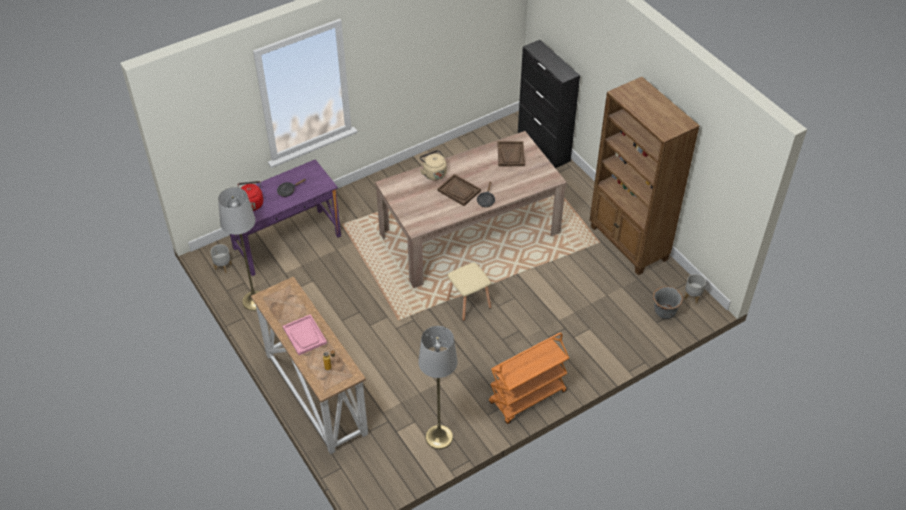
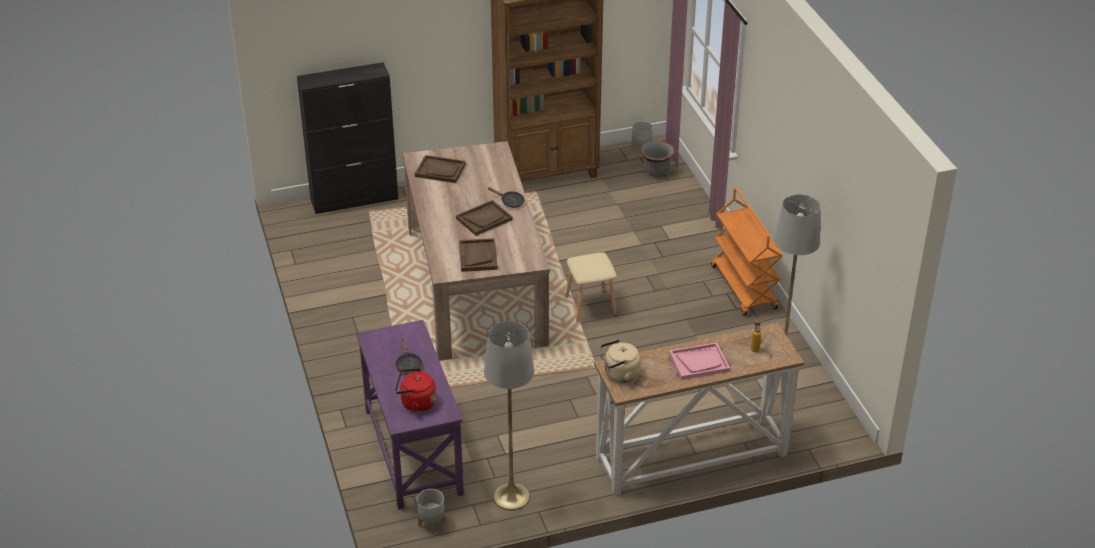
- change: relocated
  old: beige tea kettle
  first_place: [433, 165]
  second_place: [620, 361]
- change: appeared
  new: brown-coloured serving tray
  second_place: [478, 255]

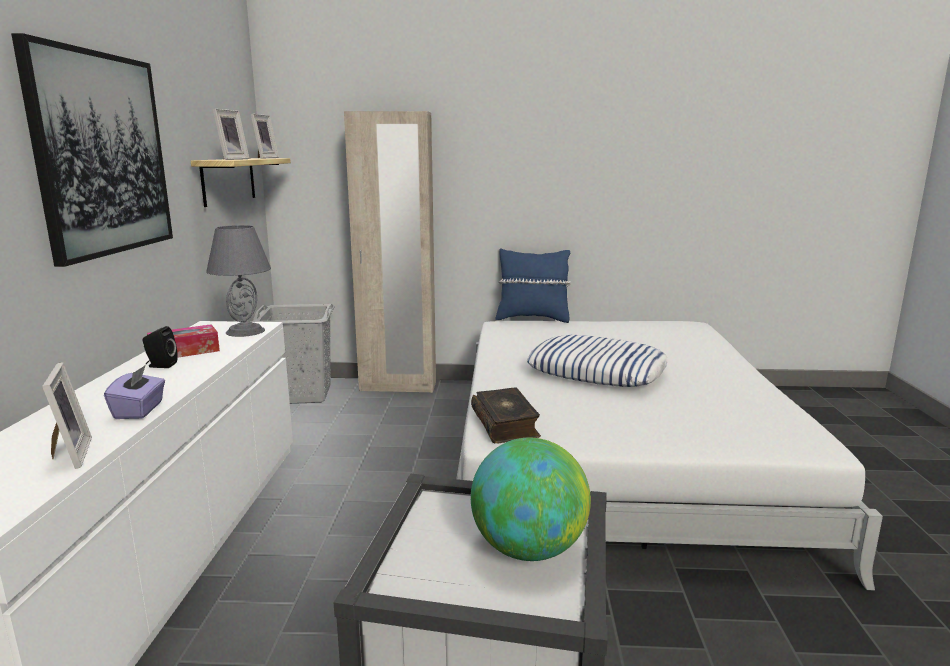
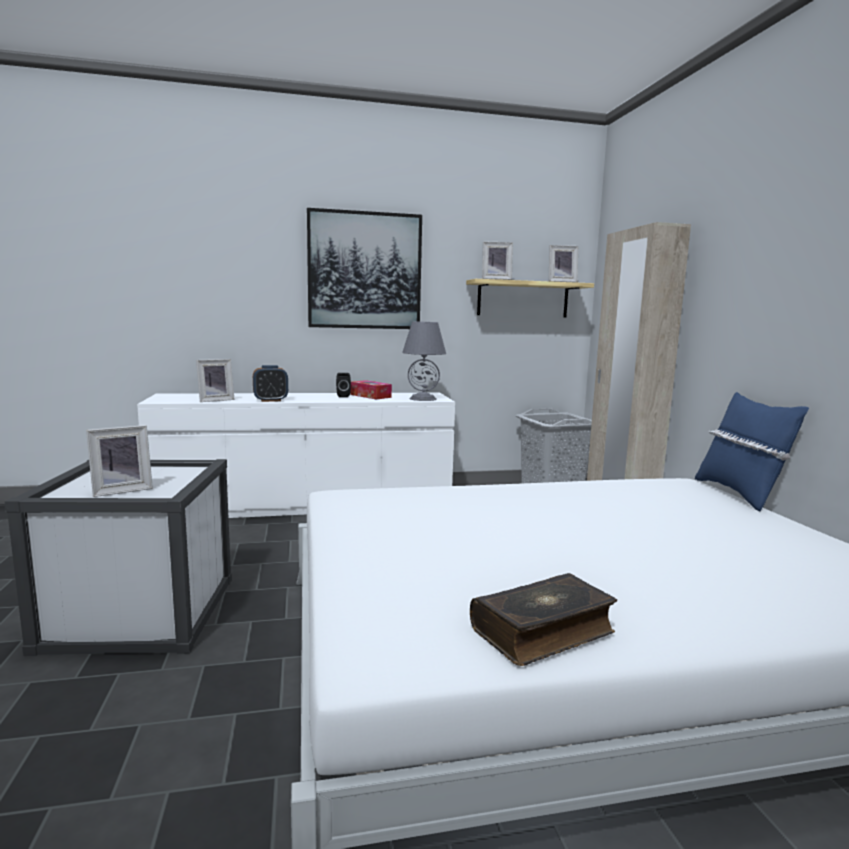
- change: missing
  old: cushion
  first_place: [597, 361]
- change: exchanged
  old: purple tissue holder
  new: bedside clock
  first_place: [134, 392]
  second_place: [270, 383]
- change: relocated
  old: book
  first_place: [506, 415]
  second_place: [543, 619]
- change: exchanged
  old: globe
  new: standing frame
  first_place: [531, 499]
  second_place: [119, 461]

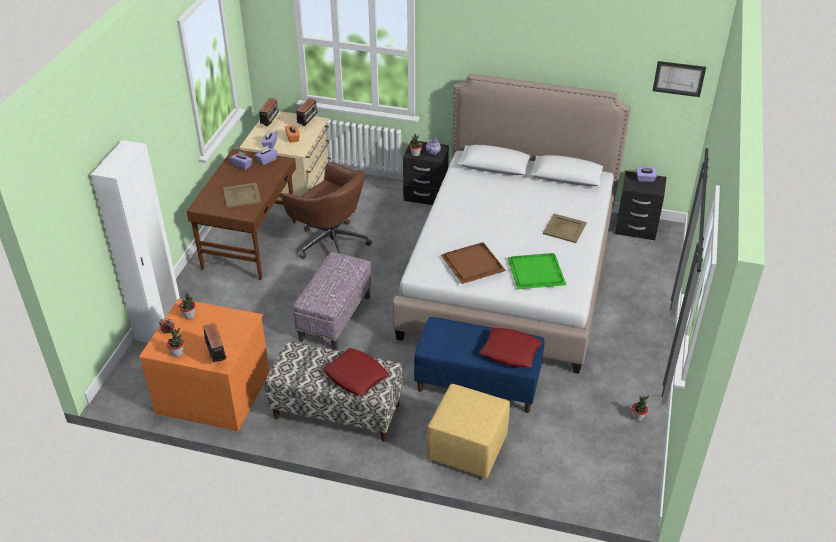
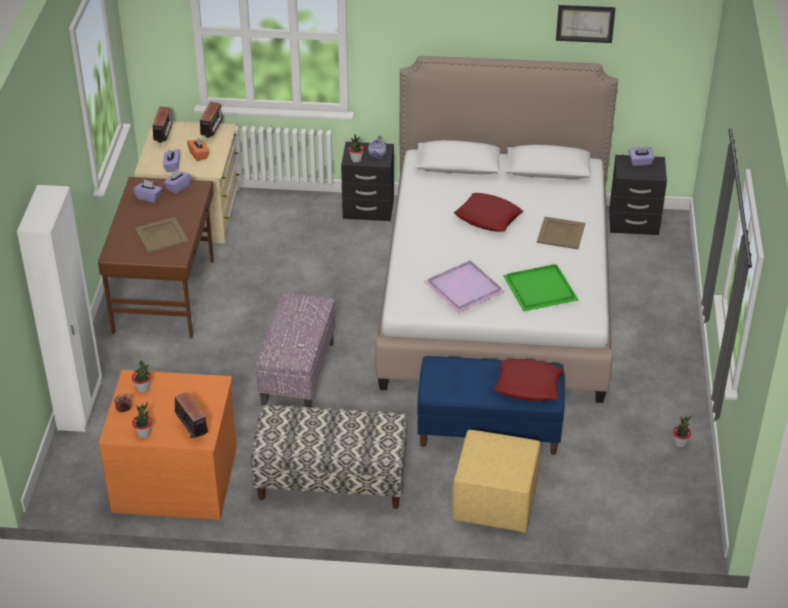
- change: relocated
  old: wall art
  first_place: [679, 79]
  second_place: [586, 24]
- change: missing
  old: brown-coloured computer chair
  first_place: [327, 210]
- change: colour
  old: brown-coloured serving tray
  new: purple serving tray
  first_place: [473, 263]
  second_place: [464, 287]
- change: relocated
  old: red cushion
  first_place: [356, 372]
  second_place: [488, 212]

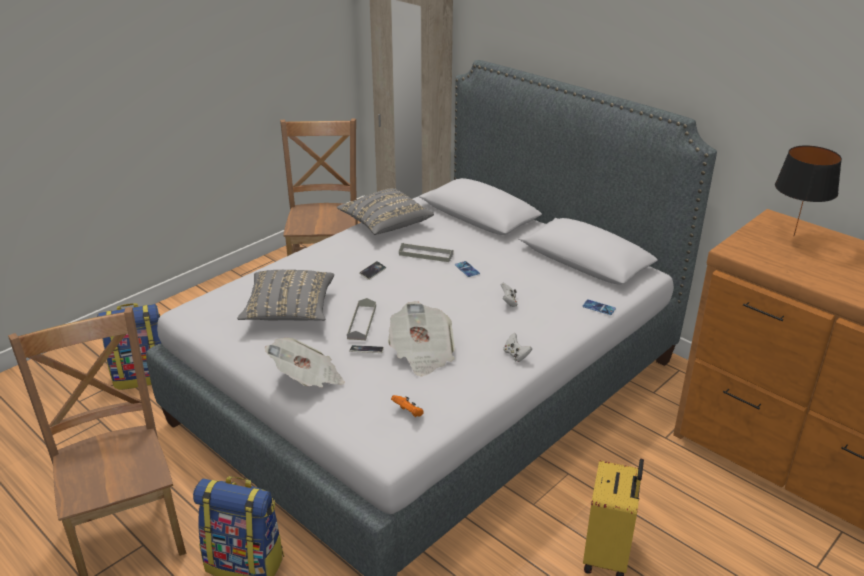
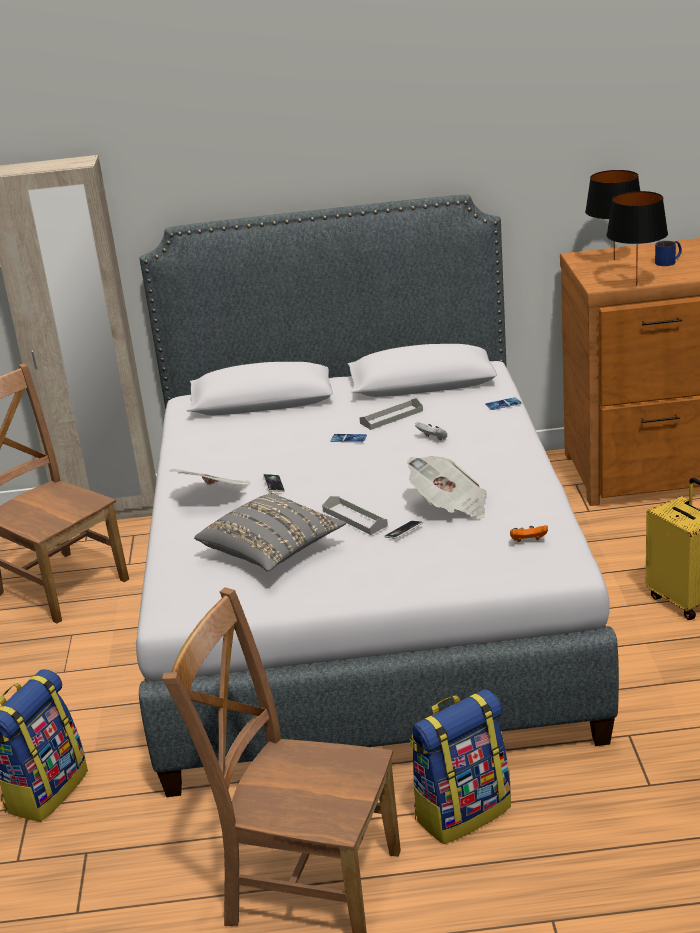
- change: missing
  old: grey cushion
  first_place: [385, 211]
- change: relocated
  old: grey serving tray
  first_place: [426, 252]
  second_place: [391, 414]
- change: missing
  old: white-coloured game controller
  first_place: [518, 347]
- change: relocated
  old: newspaper
  first_place: [305, 363]
  second_place: [209, 477]
- change: appeared
  new: black-coloured lamp for a table
  second_place: [637, 238]
- change: appeared
  new: bluish tea mug
  second_place: [668, 253]

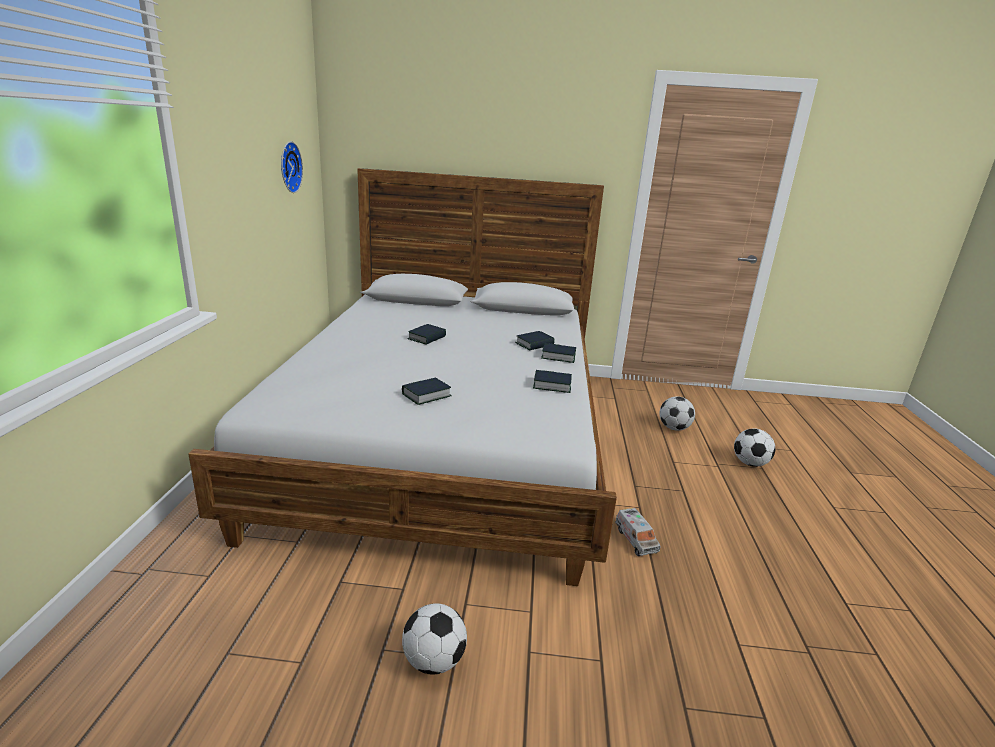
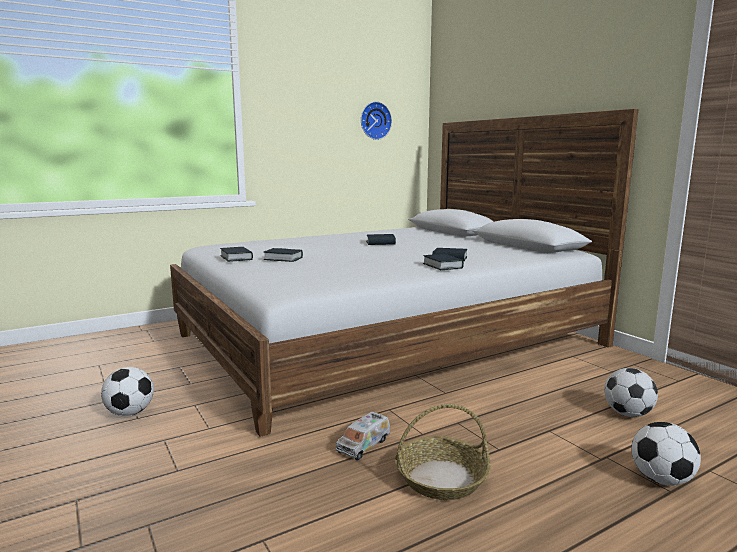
- change: relocated
  old: book
  first_place: [552, 381]
  second_place: [236, 254]
- change: appeared
  new: household basket
  second_place: [443, 452]

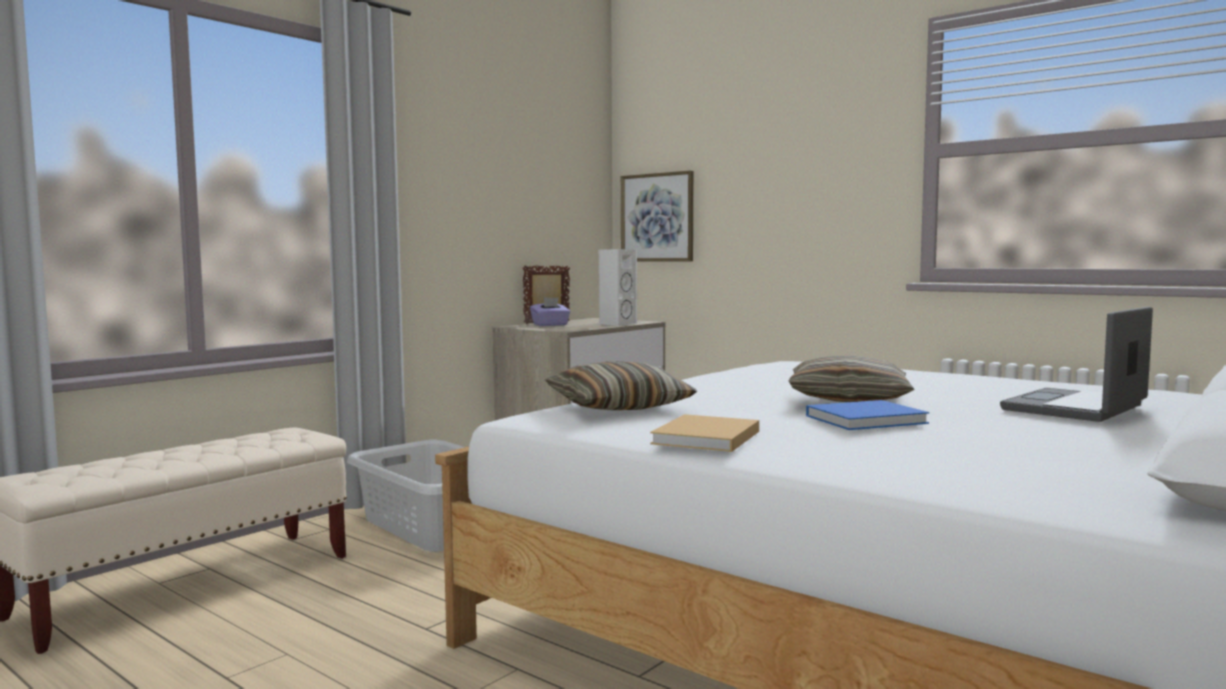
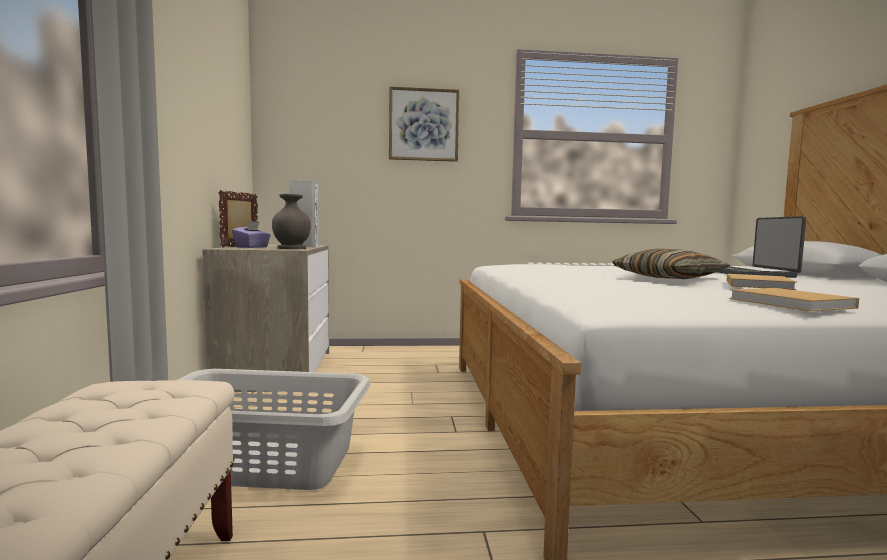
- change: relocated
  old: wall art
  first_place: [657, 215]
  second_place: [424, 124]
- change: missing
  old: cushion
  first_place: [621, 385]
- change: colour
  old: bluish book
  new: beige book
  first_place: [867, 415]
  second_place: [761, 282]
- change: appeared
  new: grey vase
  second_place: [291, 221]

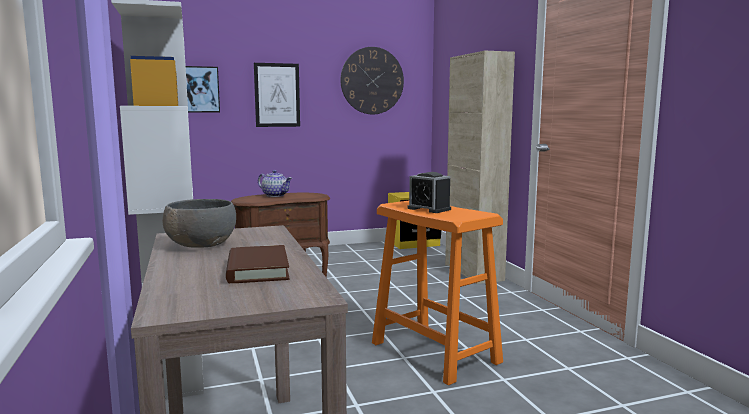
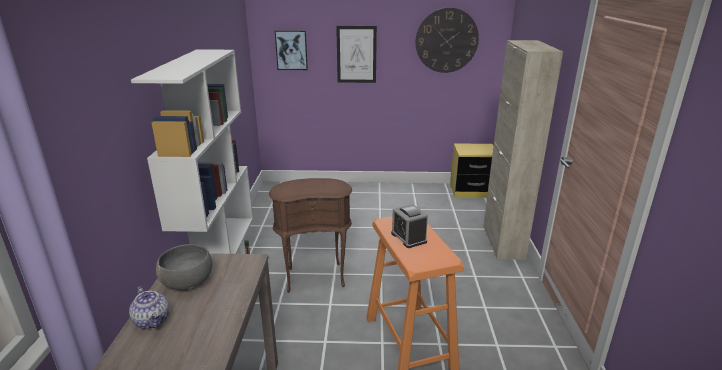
- change: relocated
  old: pot for tea
  first_place: [275, 183]
  second_place: [149, 307]
- change: missing
  old: brown-coloured book
  first_place: [258, 264]

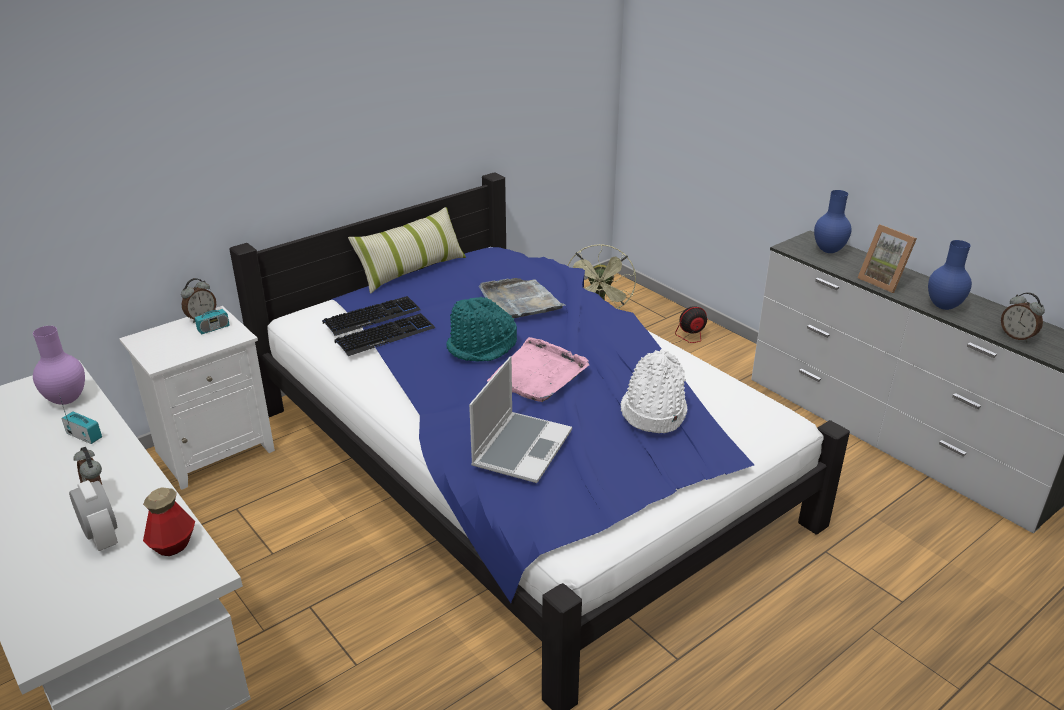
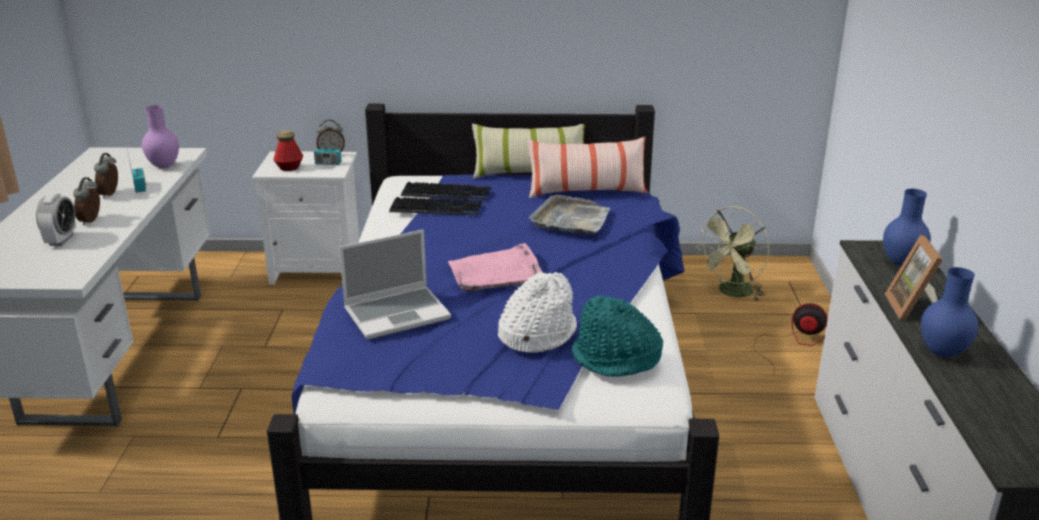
- change: relocated
  old: bedside clock
  first_place: [1023, 317]
  second_place: [106, 175]
- change: relocated
  old: turquoise-coloured hat
  first_place: [481, 329]
  second_place: [617, 336]
- change: relocated
  old: drink bottle
  first_place: [169, 521]
  second_place: [288, 150]
- change: appeared
  new: cushion
  second_place: [587, 167]

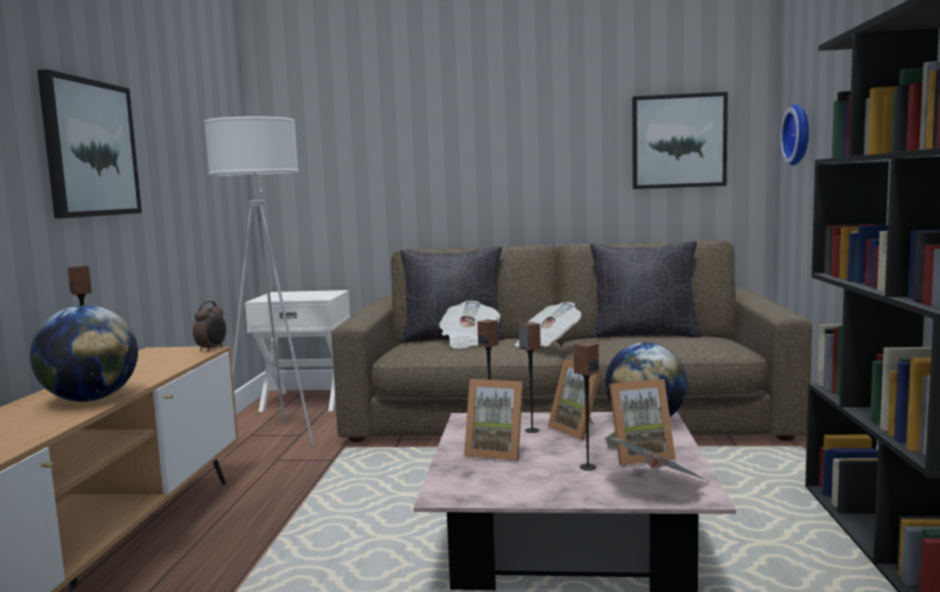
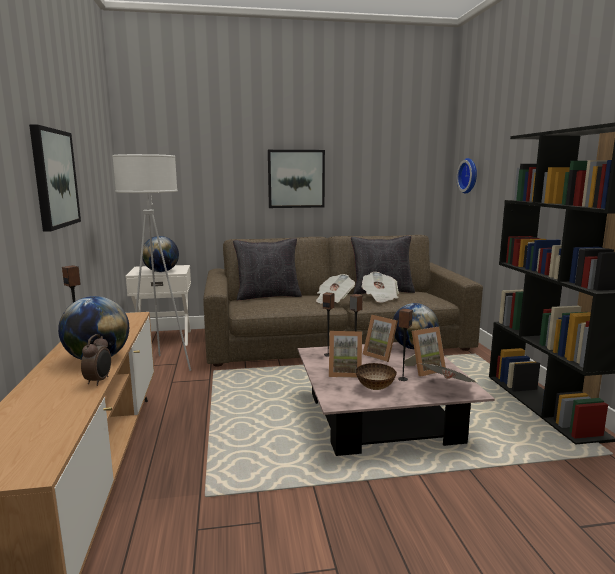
- change: relocated
  old: wall art
  first_place: [680, 140]
  second_place: [296, 179]
- change: relocated
  old: bedside clock
  first_place: [209, 326]
  second_place: [96, 360]
- change: relocated
  old: newspaper
  first_place: [470, 325]
  second_place: [380, 287]
- change: appeared
  new: globe
  second_place: [160, 254]
- change: appeared
  new: bowl
  second_place: [376, 376]

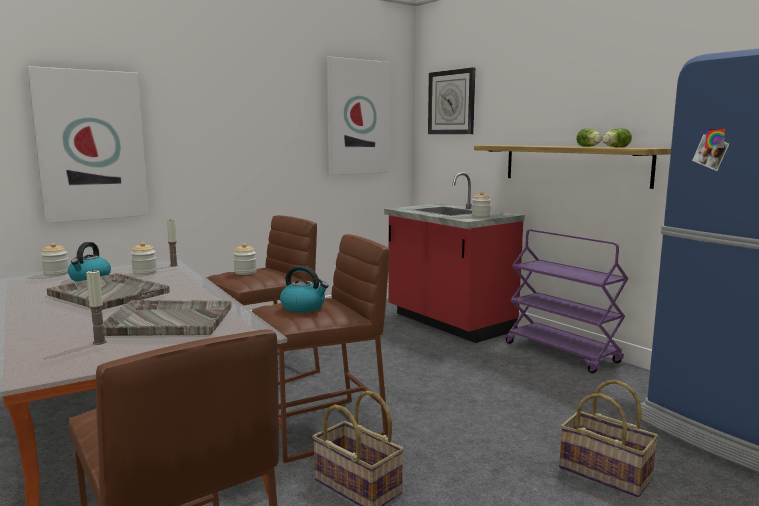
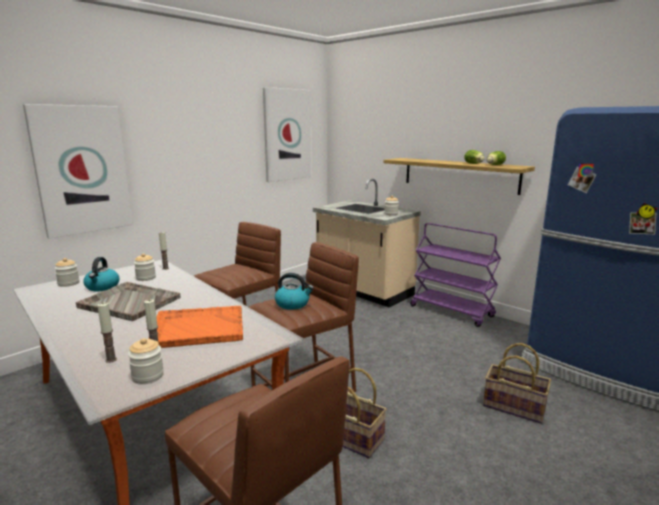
- change: missing
  old: clock on the wall
  first_place: [451, 100]
- change: colour
  old: red counter
  new: beige counter
  first_place: [454, 257]
  second_place: [367, 243]
- change: relocated
  old: preserve jar
  first_place: [245, 259]
  second_place: [146, 361]
- change: colour
  old: grey serving tray
  new: orange serving tray
  first_place: [167, 318]
  second_place: [199, 327]
- change: appeared
  new: candle
  second_place: [107, 332]

